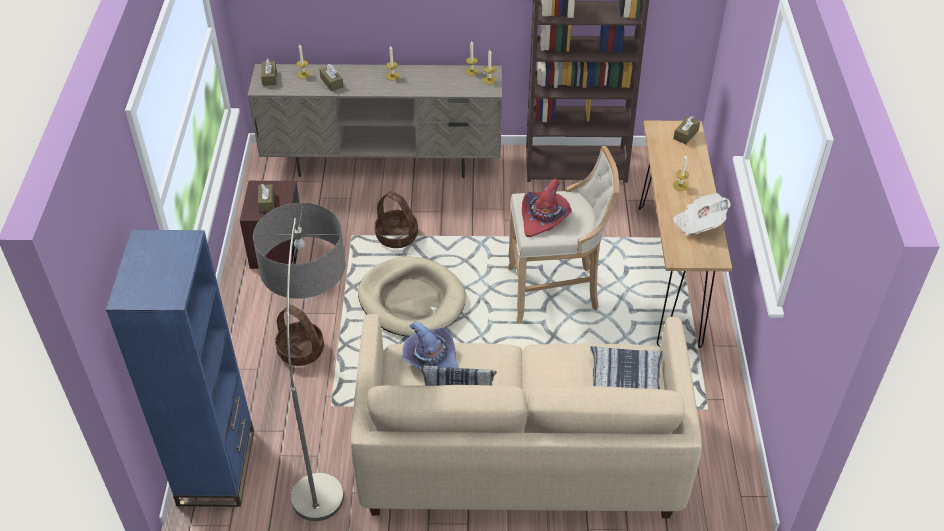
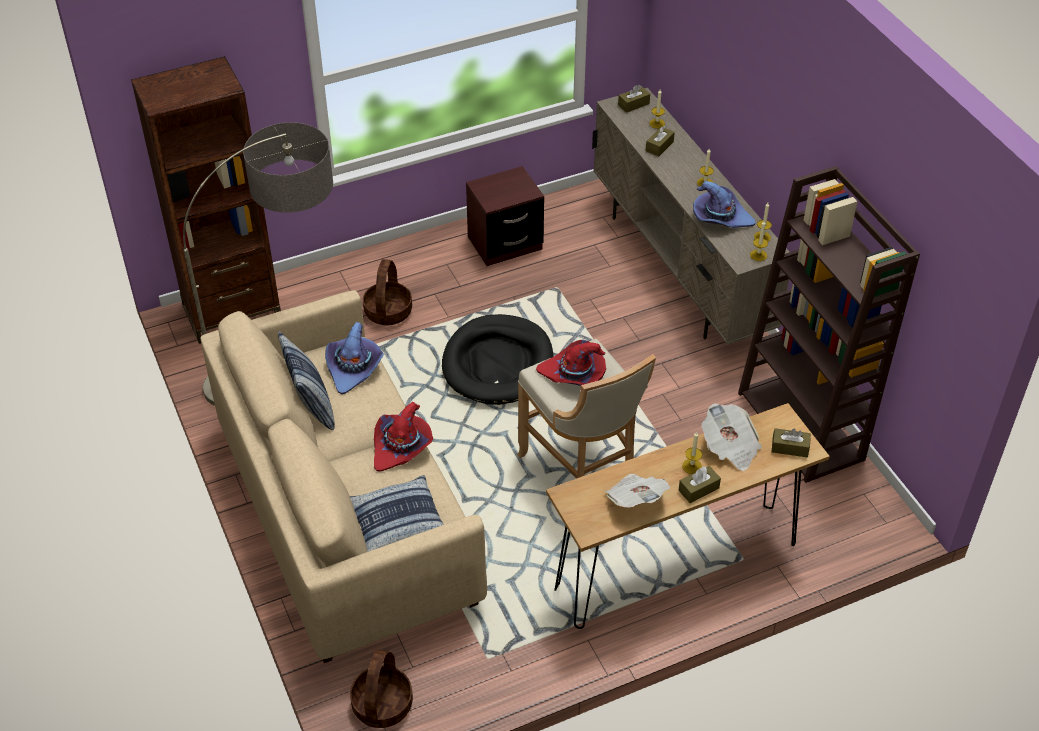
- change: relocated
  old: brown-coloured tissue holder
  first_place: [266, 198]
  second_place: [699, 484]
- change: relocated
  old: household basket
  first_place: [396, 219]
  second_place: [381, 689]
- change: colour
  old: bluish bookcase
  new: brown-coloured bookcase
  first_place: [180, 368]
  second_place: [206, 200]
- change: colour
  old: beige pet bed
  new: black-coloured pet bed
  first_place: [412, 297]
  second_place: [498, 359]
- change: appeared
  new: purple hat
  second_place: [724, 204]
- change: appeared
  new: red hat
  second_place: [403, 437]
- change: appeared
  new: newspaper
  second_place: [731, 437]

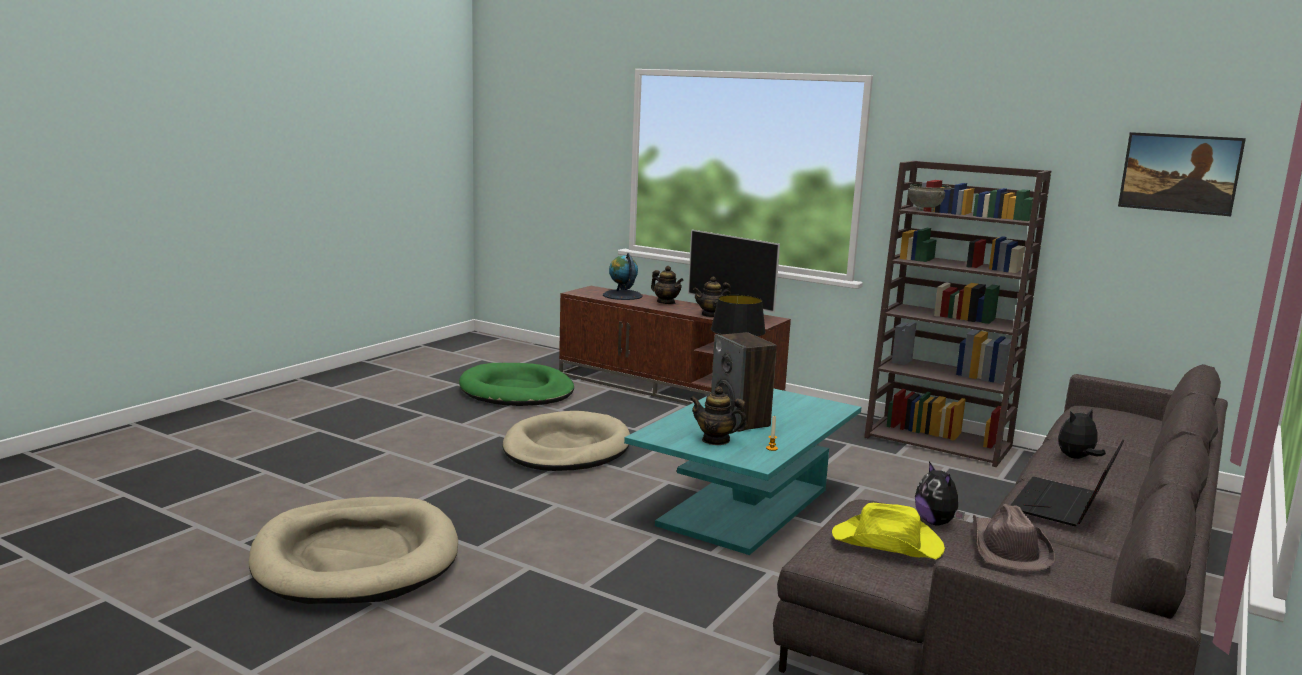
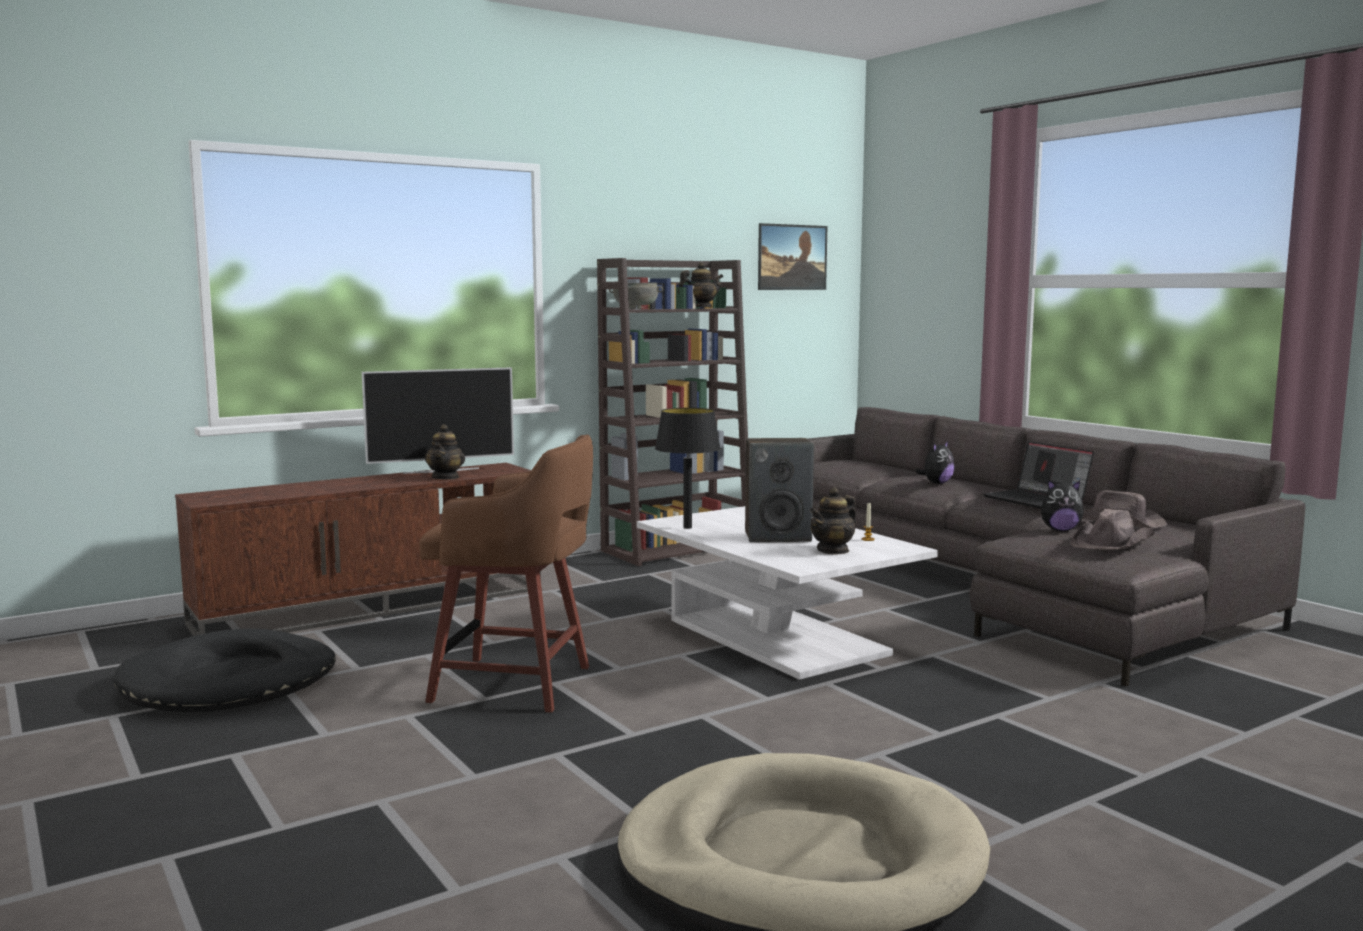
- change: missing
  old: globe
  first_place: [622, 276]
- change: relocated
  old: pot for tea
  first_place: [667, 285]
  second_place: [700, 284]
- change: colour
  old: green pet bed
  new: black-coloured pet bed
  first_place: [516, 384]
  second_place: [225, 670]
- change: colour
  old: turquoise-coloured lounge table
  new: white-coloured lounge table
  first_place: [743, 472]
  second_place: [787, 593]
- change: spun
  old: plush toy
  first_place: [1082, 434]
  second_place: [935, 462]
  degrees: -135
- change: exchanged
  old: beige pet bed
  new: brown-coloured stool seat
  first_place: [566, 441]
  second_place: [506, 574]
- change: colour
  old: yellowish hat
  new: brown-coloured hat
  first_place: [888, 531]
  second_place: [1112, 529]

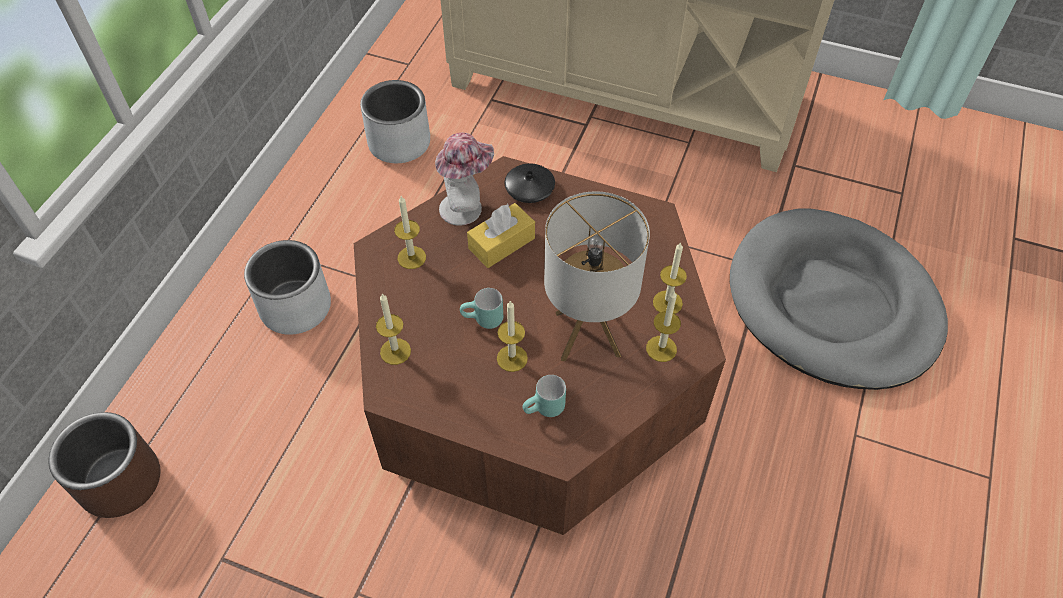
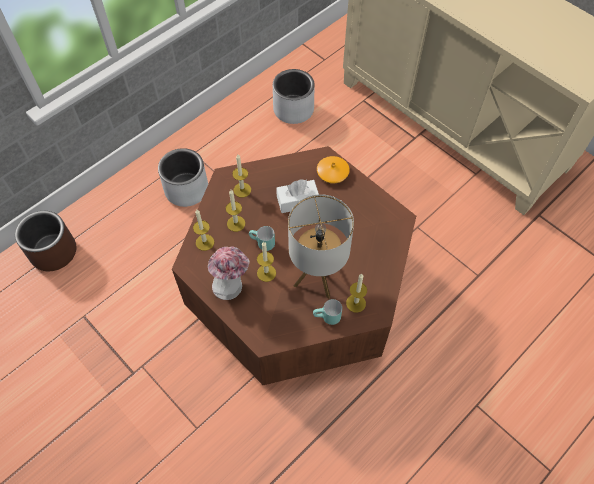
- change: relocated
  old: hat
  first_place: [464, 179]
  second_place: [229, 273]
- change: colour
  old: black-coloured vase
  new: orange vase
  first_place: [529, 183]
  second_place: [333, 169]
- change: colour
  old: yellowish tissue holder
  new: white-coloured tissue holder
  first_place: [501, 235]
  second_place: [297, 196]
- change: missing
  old: grey pet bed
  first_place: [839, 299]
- change: relocated
  old: candle
  first_place: [670, 278]
  second_place: [235, 211]
- change: relocated
  old: turquoise-coloured tea mug
  first_place: [544, 396]
  second_place: [327, 312]

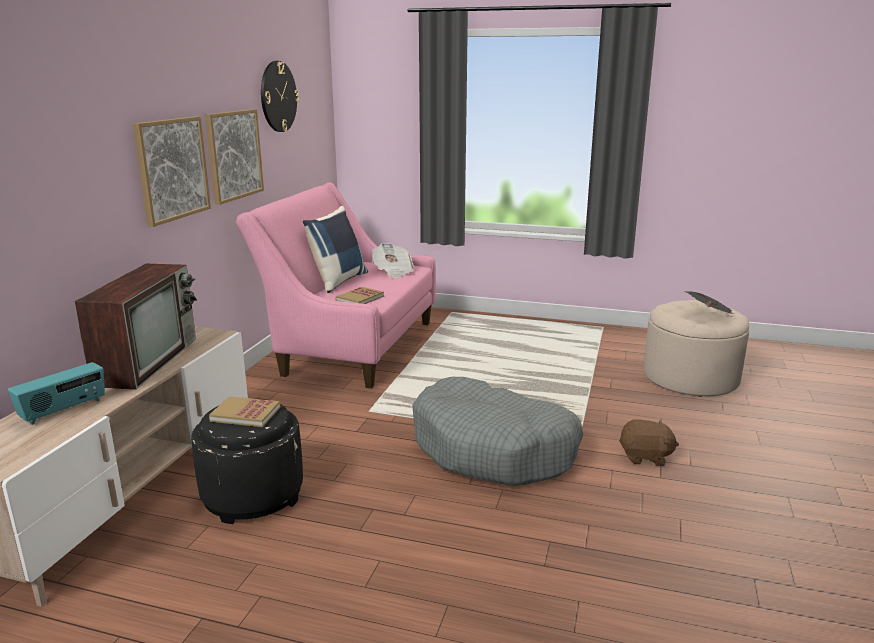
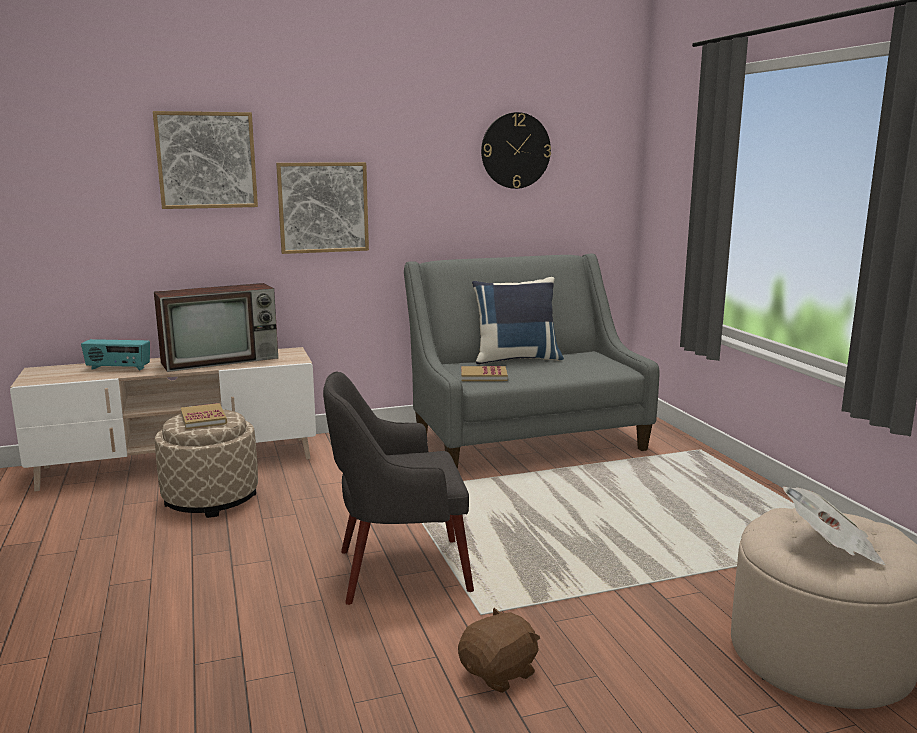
- change: relocated
  old: wall art
  first_place: [234, 157]
  second_place: [205, 160]
- change: colour
  old: pinkish sofa
  new: grey sofa
  first_place: [336, 285]
  second_place: [531, 361]
- change: missing
  old: newspaper
  first_place: [393, 260]
- change: exchanged
  old: grey pet bed
  new: grey armchair
  first_place: [497, 431]
  second_place: [398, 488]
- change: colour
  old: black-coloured ottoman
  new: beige ottoman
  first_place: [247, 461]
  second_place: [206, 463]
- change: spun
  old: brown-coloured plush toy
  first_place: [649, 442]
  second_place: [499, 650]
  degrees: -105

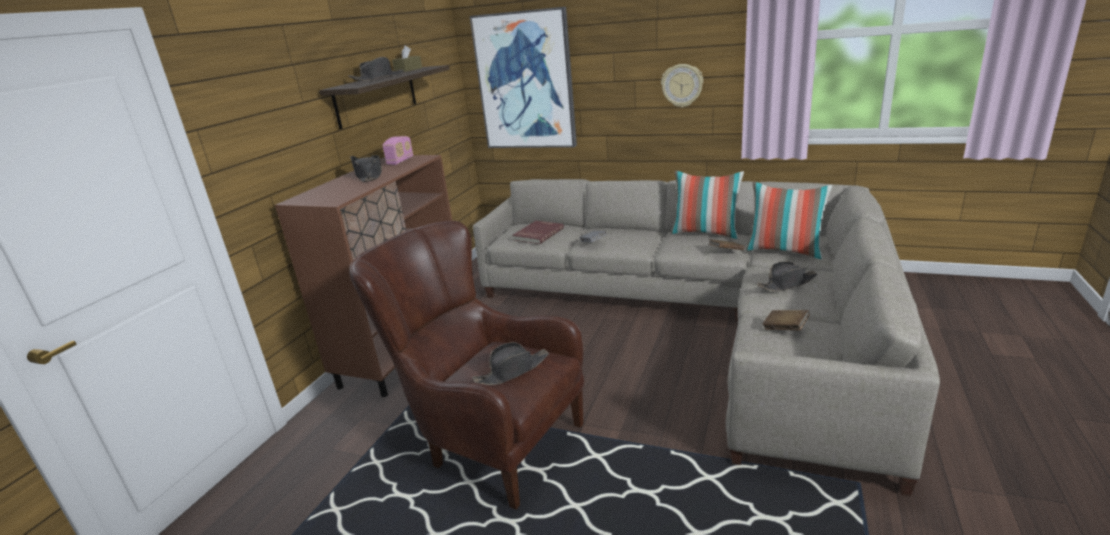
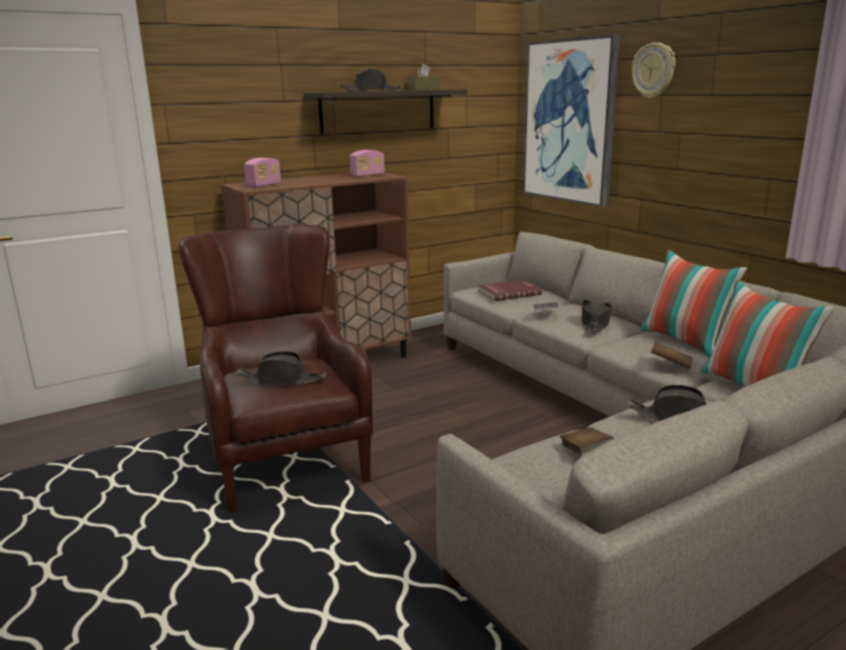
- change: relocated
  old: clock on the wall
  first_place: [682, 86]
  second_place: [653, 70]
- change: relocated
  old: black-coloured hat
  first_place: [366, 168]
  second_place: [597, 315]
- change: appeared
  new: radio
  second_place: [262, 173]

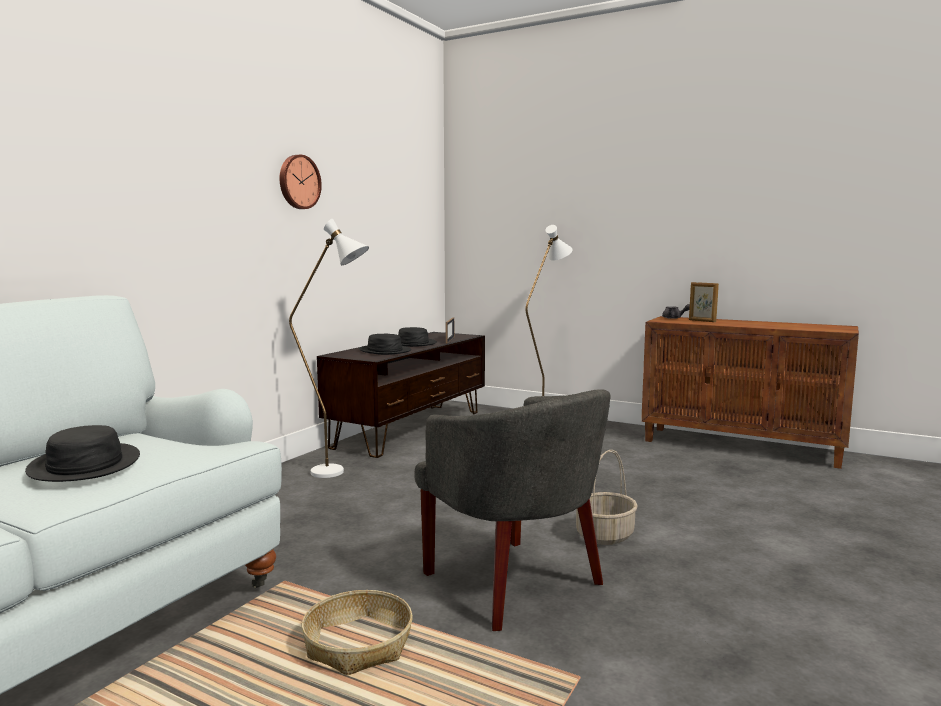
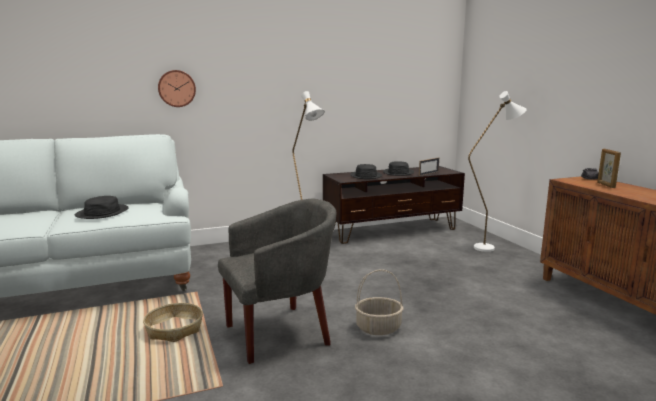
- change: relocated
  old: clock on the wall
  first_place: [301, 182]
  second_place: [177, 88]
- change: spun
  old: grey armchair
  first_place: [512, 510]
  second_place: [277, 281]
  degrees: -120

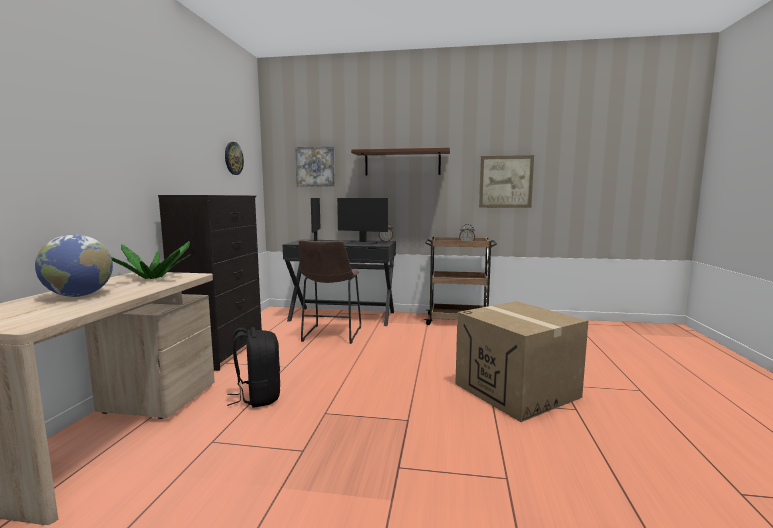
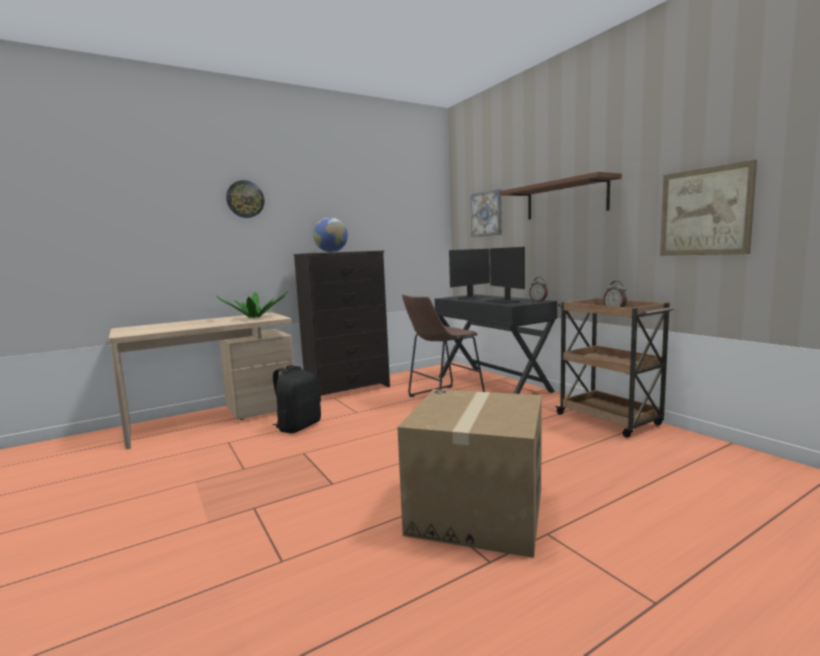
- change: relocated
  old: clock on the wall
  first_place: [234, 158]
  second_place: [245, 199]
- change: relocated
  old: globe
  first_place: [74, 266]
  second_place: [330, 235]

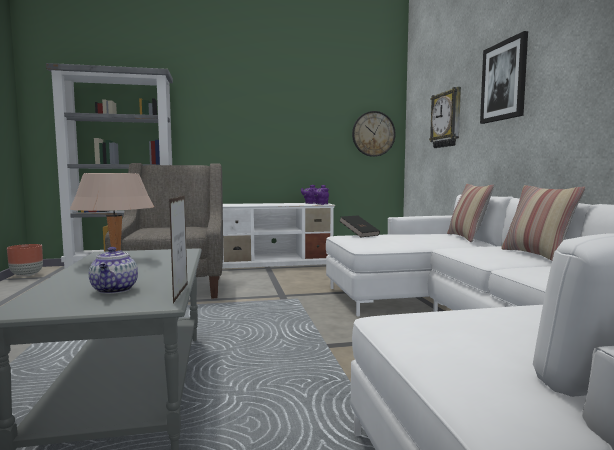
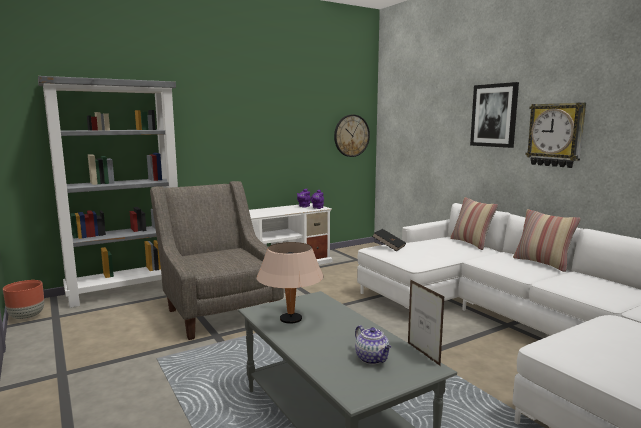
- change: relocated
  old: clock on the wall
  first_place: [445, 117]
  second_place: [555, 135]

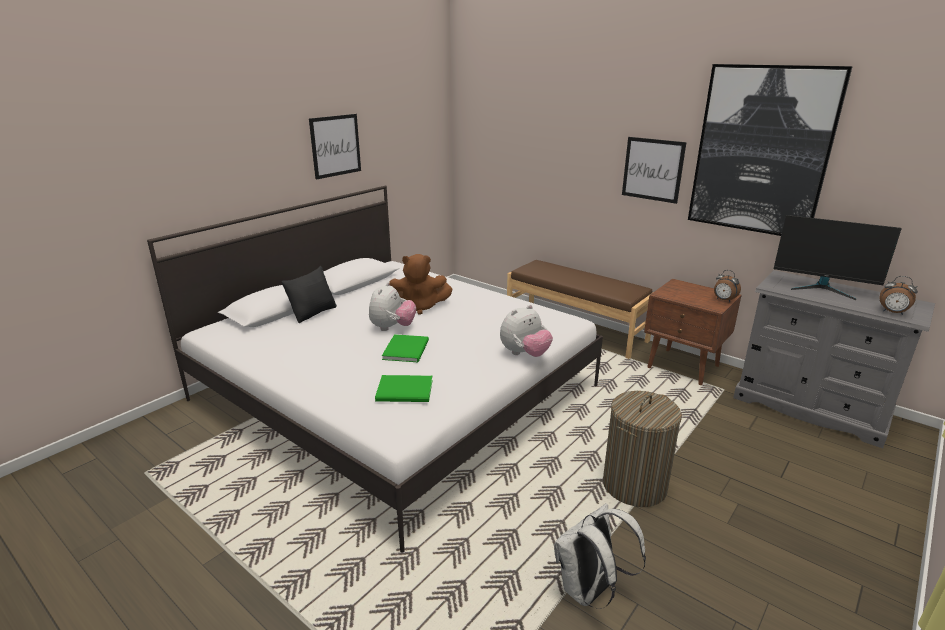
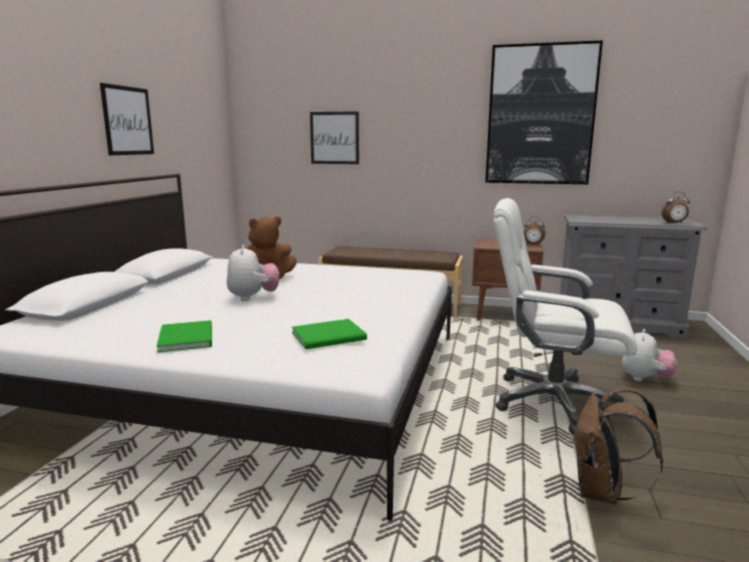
- change: relocated
  old: wall art
  first_place: [654, 170]
  second_place: [334, 137]
- change: missing
  old: monitor
  first_place: [837, 257]
- change: missing
  old: black-coloured cushion
  first_place: [309, 294]
- change: relocated
  old: plush toy
  first_place: [526, 331]
  second_place: [649, 355]
- change: relocated
  old: green book
  first_place: [405, 348]
  second_place: [184, 336]
- change: exchanged
  old: laundry basket
  new: white-coloured computer chair
  first_place: [642, 449]
  second_place: [565, 316]
- change: colour
  old: white-coloured knapsack
  new: brown-coloured knapsack
  first_place: [600, 556]
  second_place: [617, 446]

